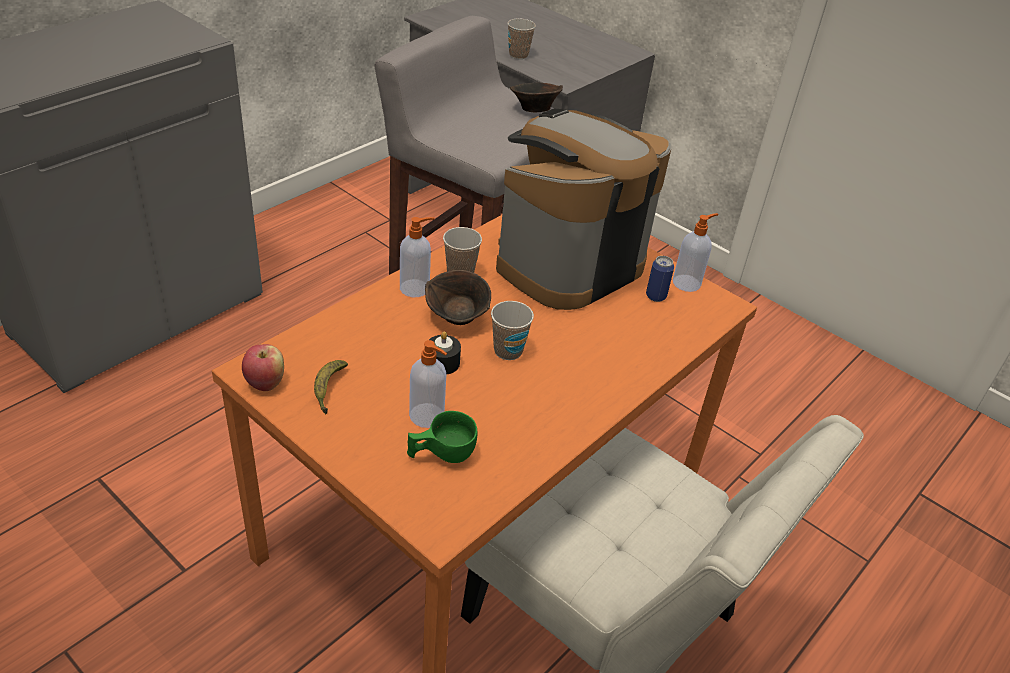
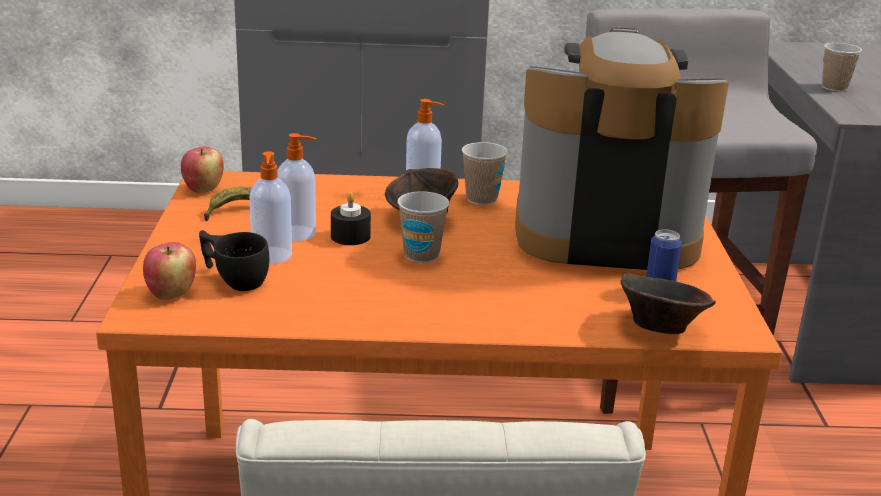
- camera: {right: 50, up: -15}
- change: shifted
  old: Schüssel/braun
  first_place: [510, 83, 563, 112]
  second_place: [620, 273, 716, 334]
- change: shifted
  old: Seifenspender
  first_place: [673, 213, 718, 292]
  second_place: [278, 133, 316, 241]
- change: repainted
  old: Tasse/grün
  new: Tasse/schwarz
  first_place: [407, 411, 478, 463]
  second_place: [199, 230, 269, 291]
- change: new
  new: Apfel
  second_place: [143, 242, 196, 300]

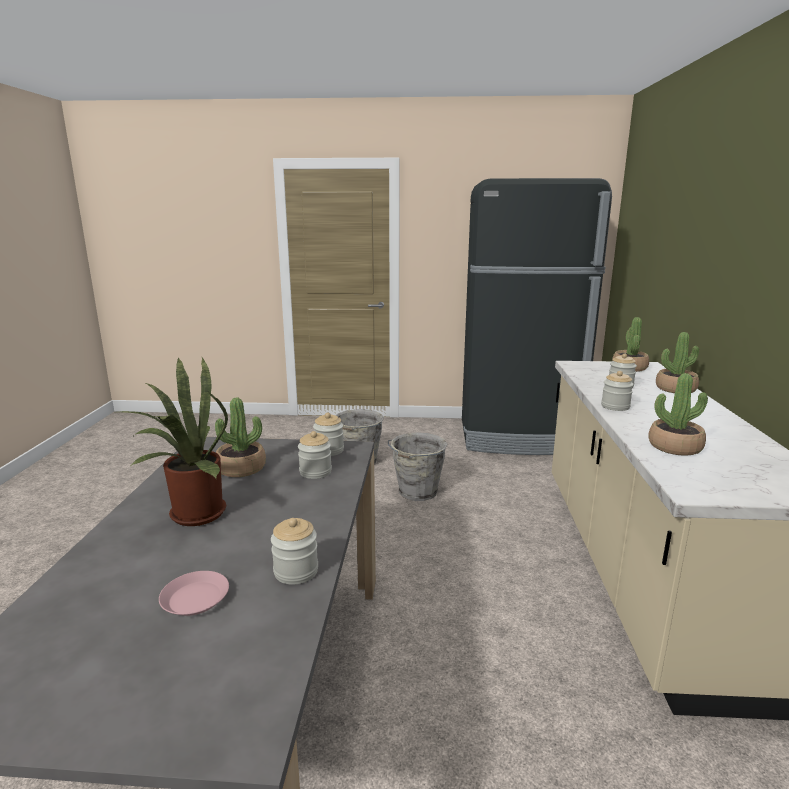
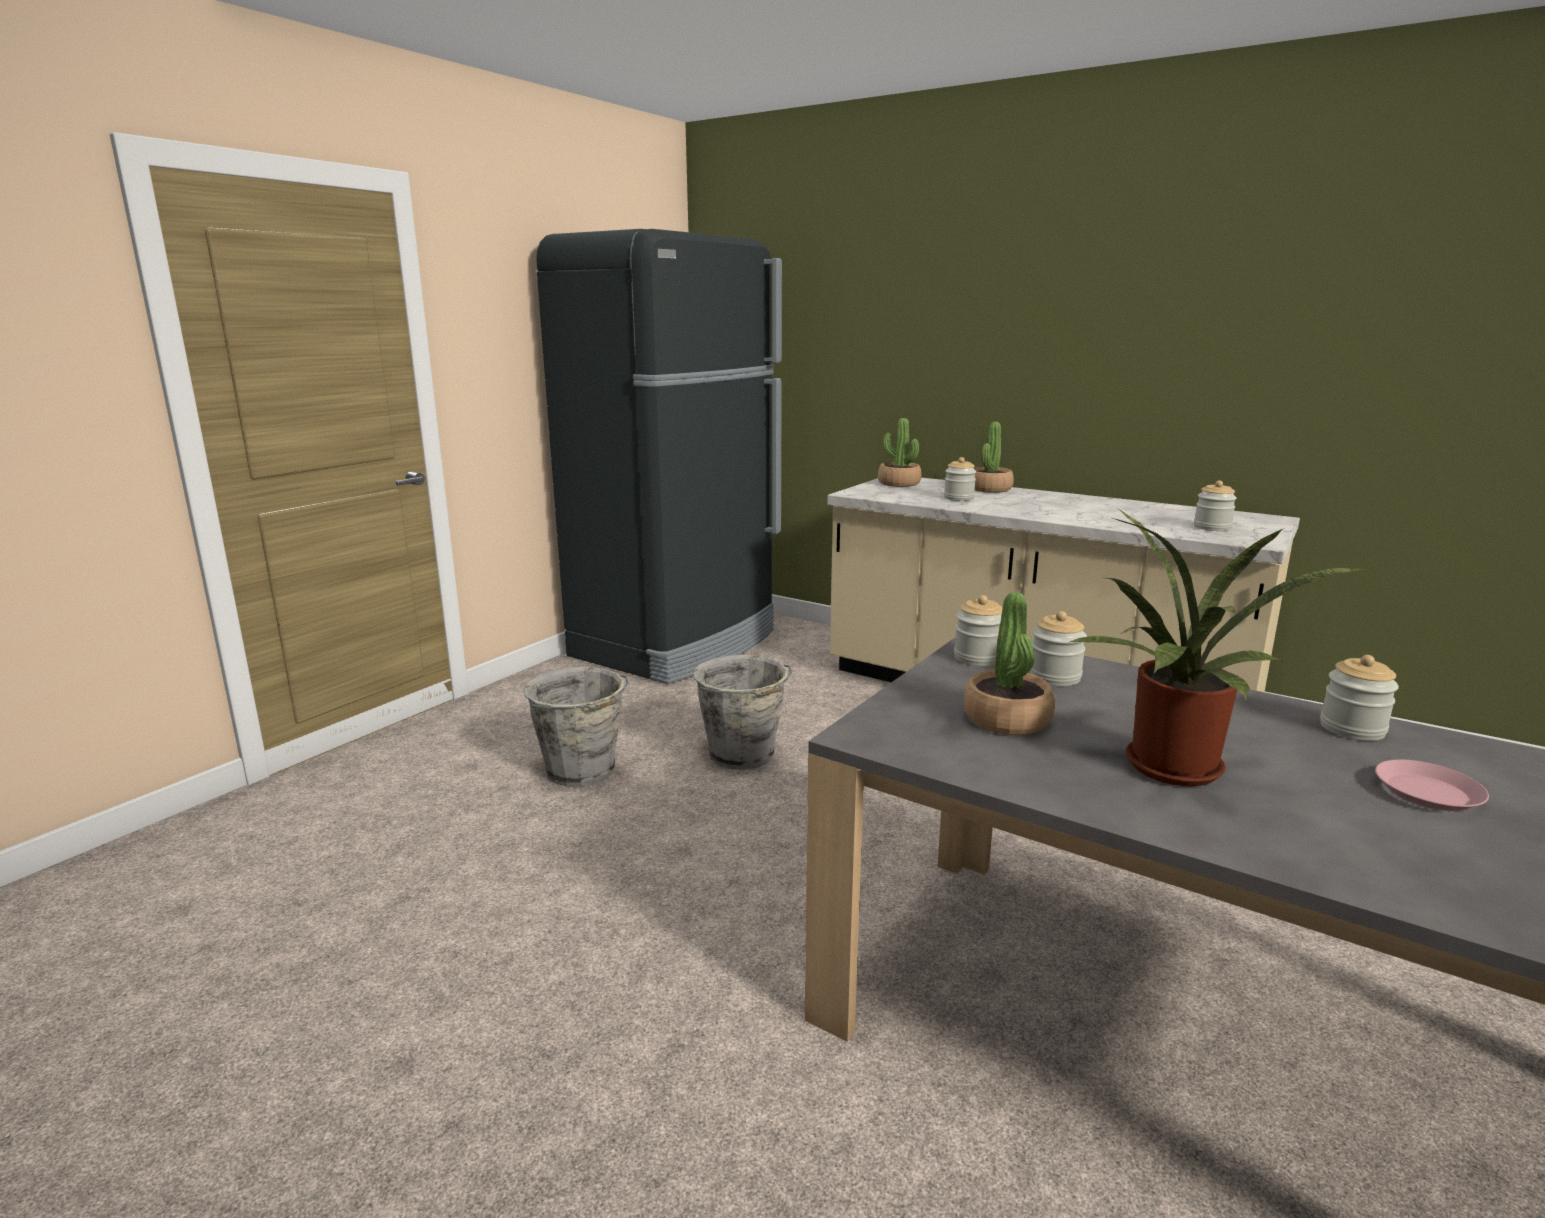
- camera: {right: -60, up: 0}
- change: shifted
  old: Vorratsglas
  first_place: [601, 371, 634, 411]
  second_place: [1194, 480, 1237, 531]
- change: gone
  old: Topfpflanze
  first_place: [648, 373, 708, 456]

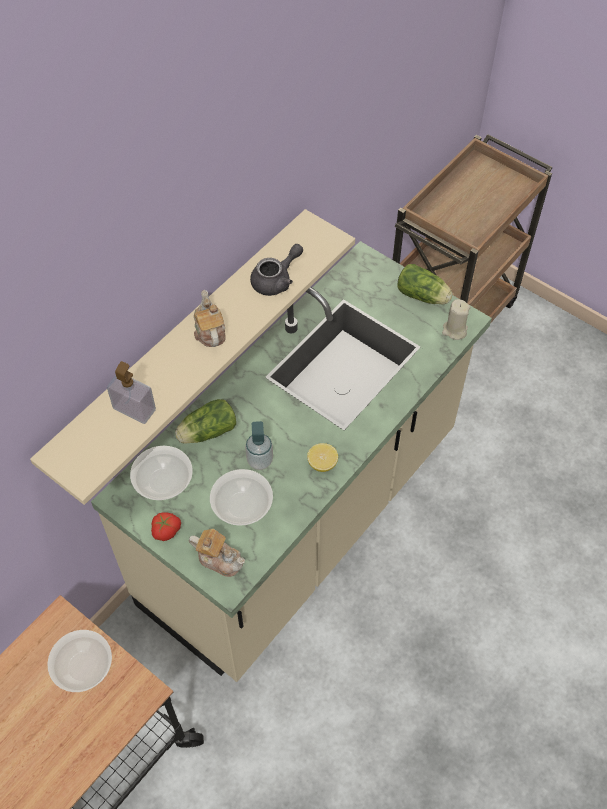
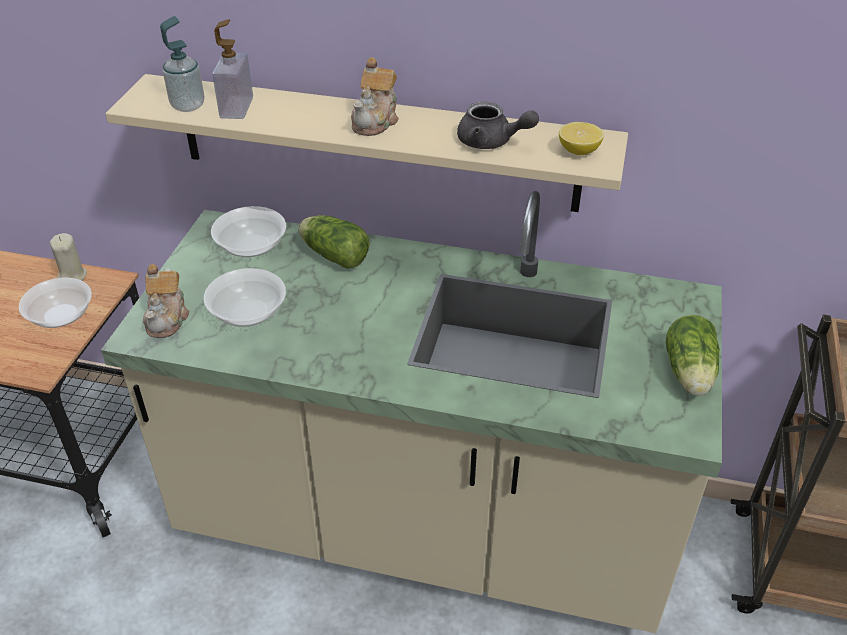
- camera: {right: 65, up: -15}
- change: rotated
  old: Teekanne
  first_place: [194, 290, 226, 347]
  second_place: [351, 58, 399, 136]
  degrees: 150
- change: shifted
  old: Kerze/beige
  first_place: [442, 299, 470, 340]
  second_place: [50, 233, 87, 281]
- change: shifted
  old: Seifenspender
  first_place: [245, 421, 273, 470]
  second_place: [160, 16, 204, 112]
- change: shifted
  old: Zitrone
  first_place: [307, 443, 338, 472]
  second_place: [559, 122, 604, 155]
- change: gone
  old: Tomate
  first_place: [151, 512, 181, 541]

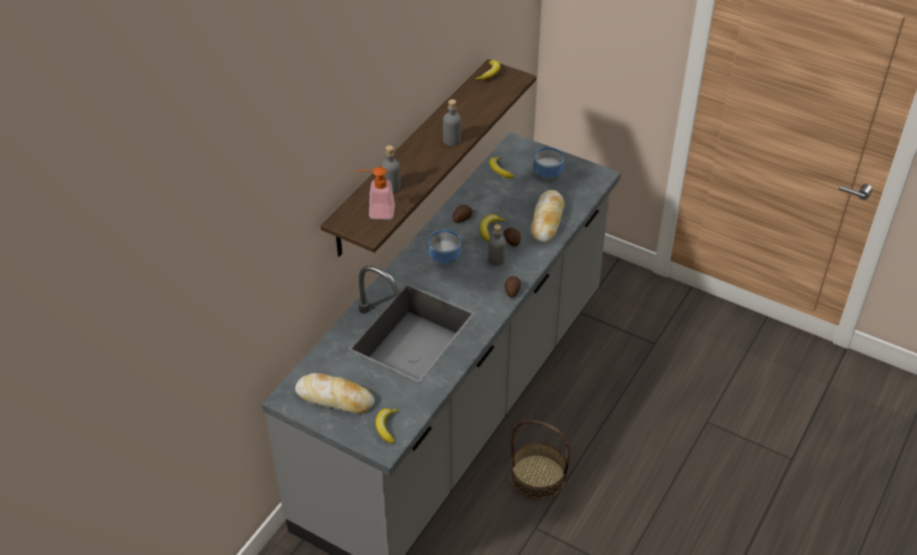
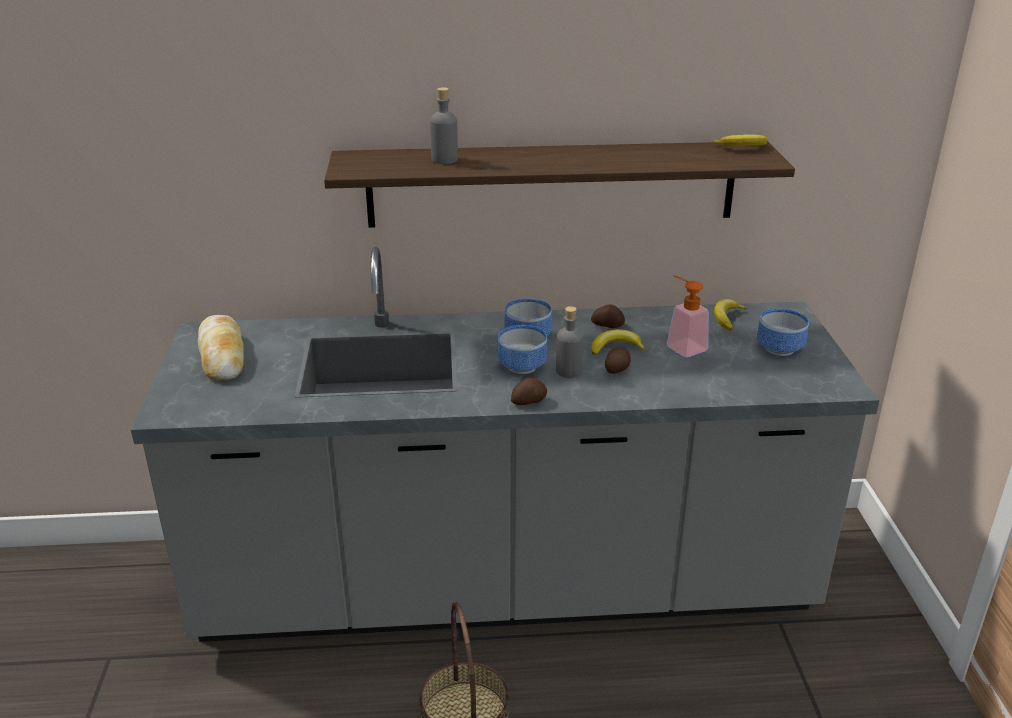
- camera: {right: 55, up: -15}
- change: gone
  old: Flasche/grau
  first_place: [443, 99, 461, 146]
- change: shifted
  old: Seifenspender
  first_place: [356, 167, 395, 220]
  second_place: [667, 275, 709, 357]
- change: gone
  old: Brot
  first_place: [531, 190, 565, 242]
- change: gone
  old: Banane
  first_place: [375, 408, 399, 444]
- change: new
  new: Schüssel
  second_place: [497, 325, 547, 374]

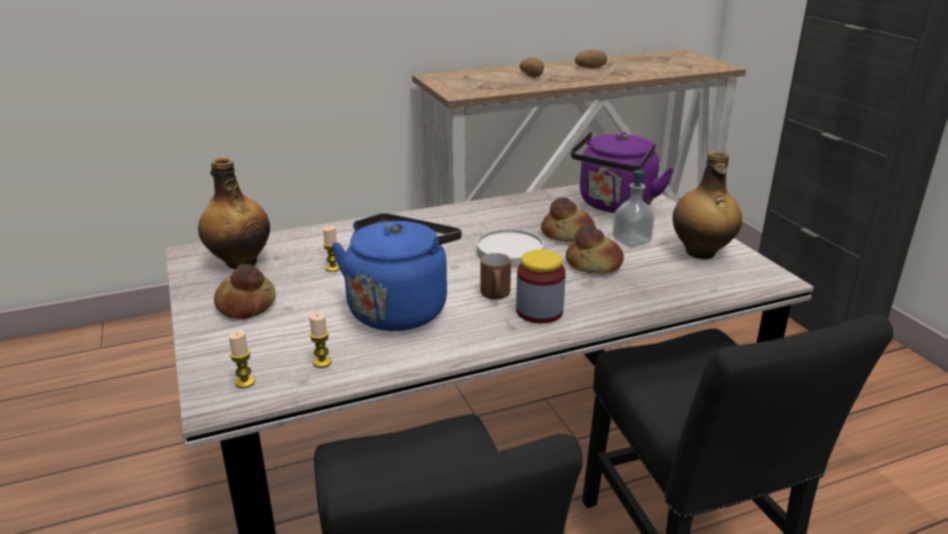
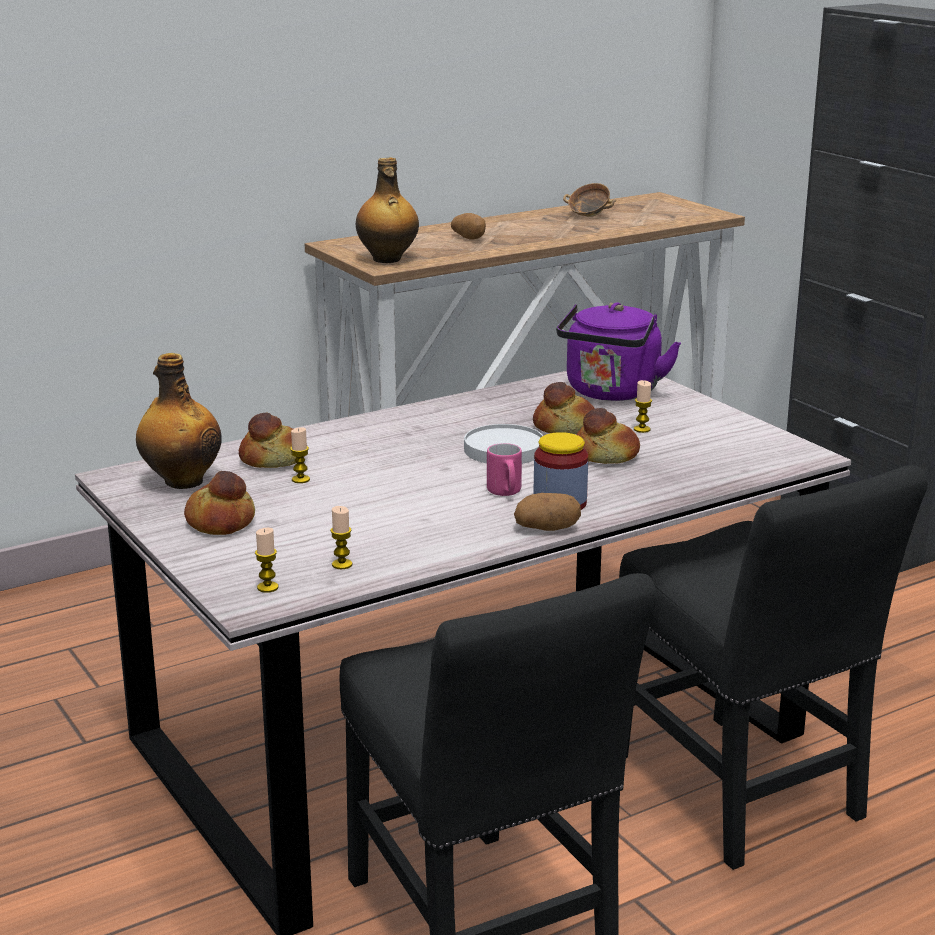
- camera: {right: -10, up: -5}
- change: shifted
  old: Kartoffel
  first_place: [575, 50, 607, 69]
  second_place: [514, 493, 581, 531]
- change: shifted
  old: Flasche
  first_place: [673, 151, 742, 259]
  second_place: [356, 158, 419, 263]
- change: swapped
  old: Seifenspender
  new: Kerze
  first_place: [613, 170, 655, 248]
  second_place: [634, 380, 652, 433]
- change: gone
  old: Wasserkessel/blau
  first_place: [332, 213, 462, 331]
- change: repainted
  old: Henkelbecher/braun
  new: Henkelbecher/rosa
  first_place: [480, 253, 511, 300]
  second_place: [487, 443, 522, 496]
- change: new
  new: Schüssel
  second_place: [563, 183, 616, 217]
- change: new
  new: Brot
  second_place: [239, 413, 305, 468]

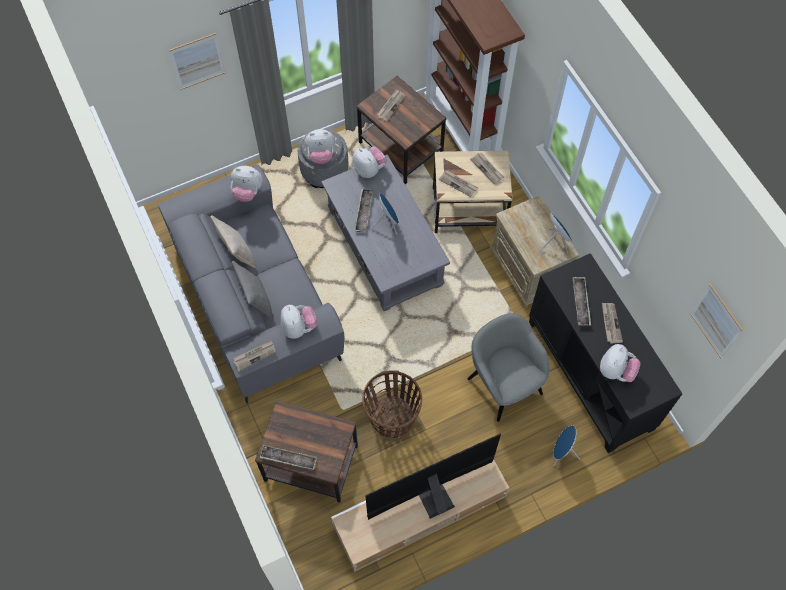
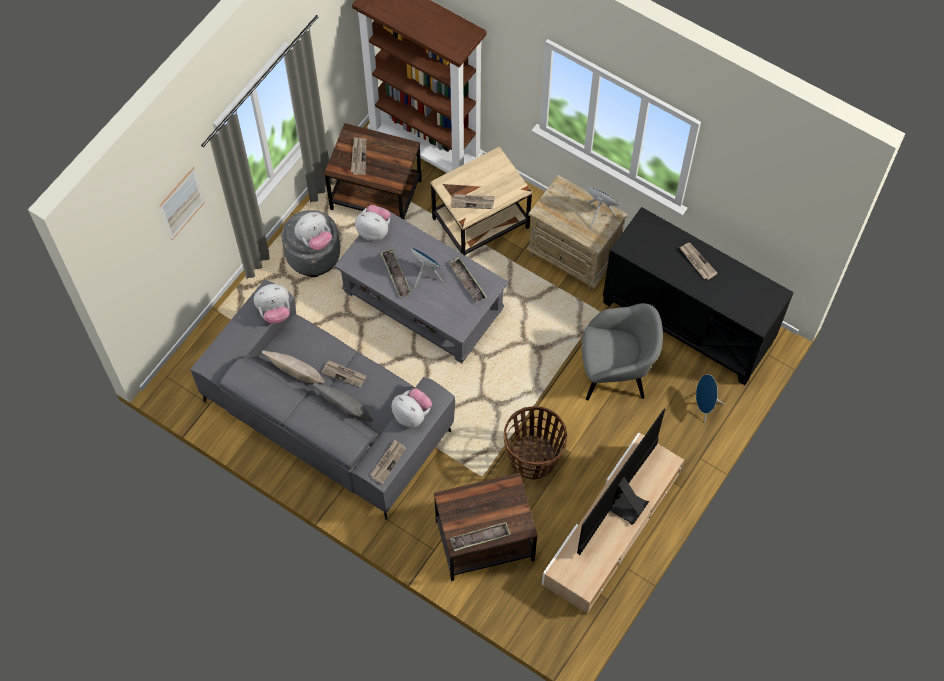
- camera: {right: -30, up: 0}
- change: shifted
  old: Zeitung
  first_place: [470, 153, 504, 184]
  second_place: [321, 361, 367, 388]
- change: shifted
  old: Tablett
  first_place: [572, 277, 591, 325]
  second_place: [448, 257, 487, 303]
- change: gone
  old: Bild
  first_place: [690, 284, 743, 359]
- change: rotated
  old: Sessel/grau
  first_place: [467, 313, 549, 422]
  second_place: [582, 303, 663, 400]
  degrees: 150
- change: gone
  old: Plüschtier
  first_place: [600, 344, 641, 382]

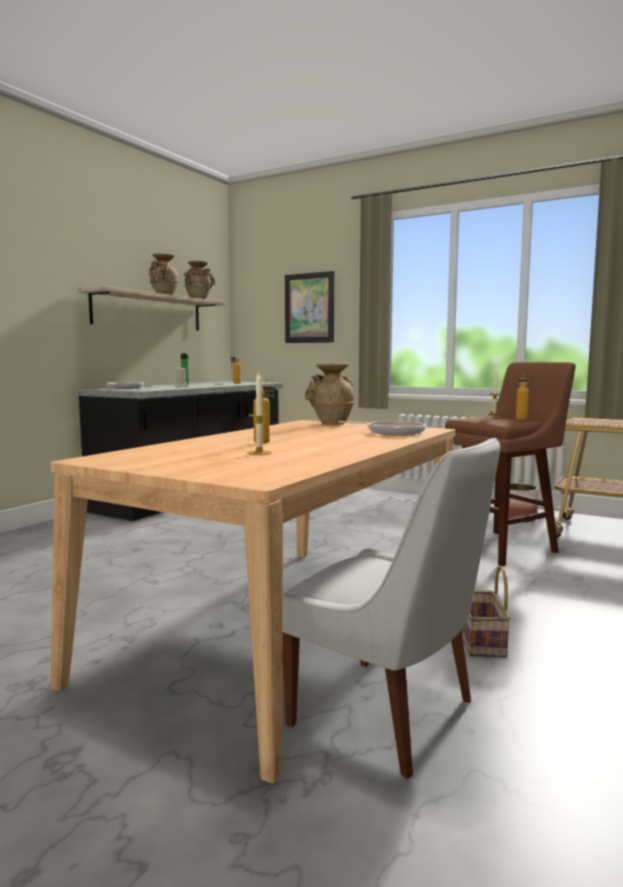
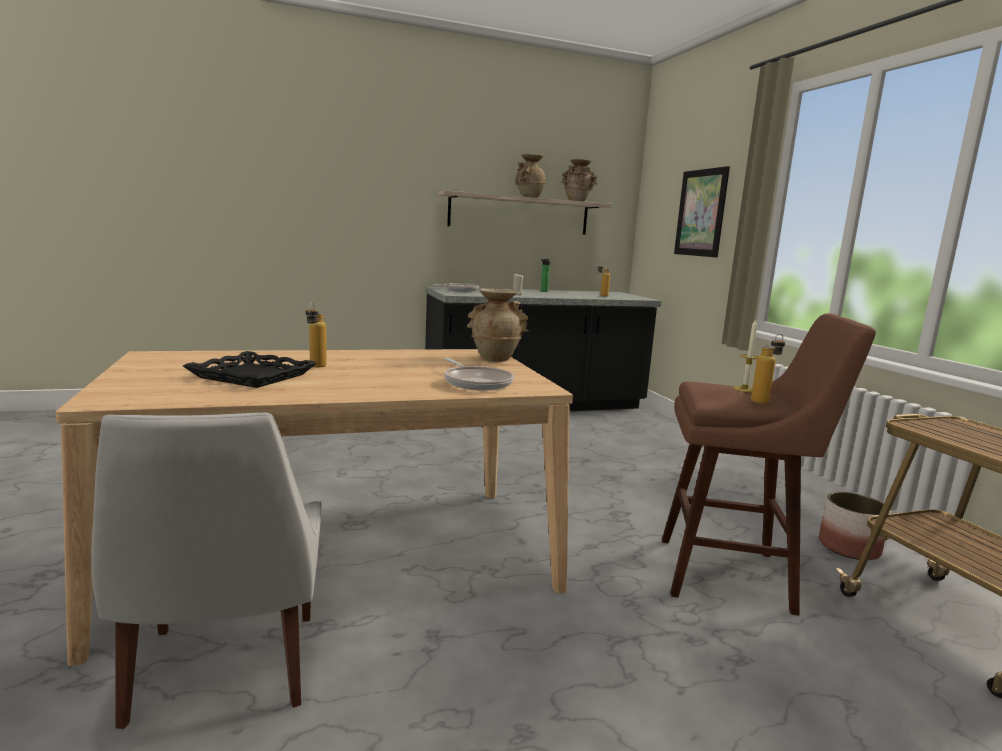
- camera: {right: 40, up: 5}
- change: swapped
  old: Kerze
  new: Tablett/schwarz
  first_place: [247, 371, 272, 455]
  second_place: [183, 351, 317, 388]
- change: gone
  old: Korb
  first_place: [462, 566, 510, 657]

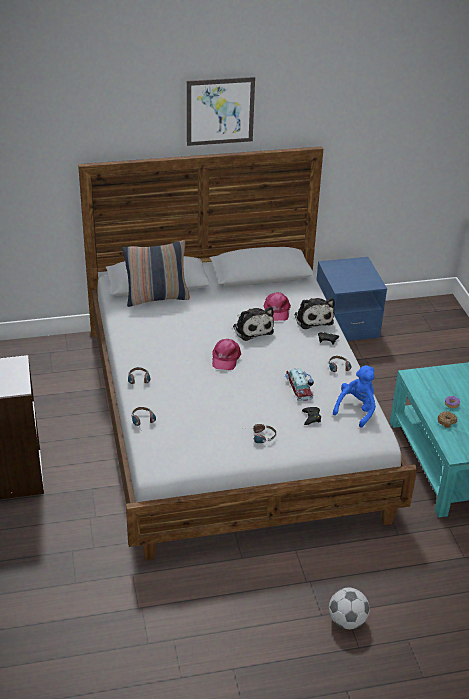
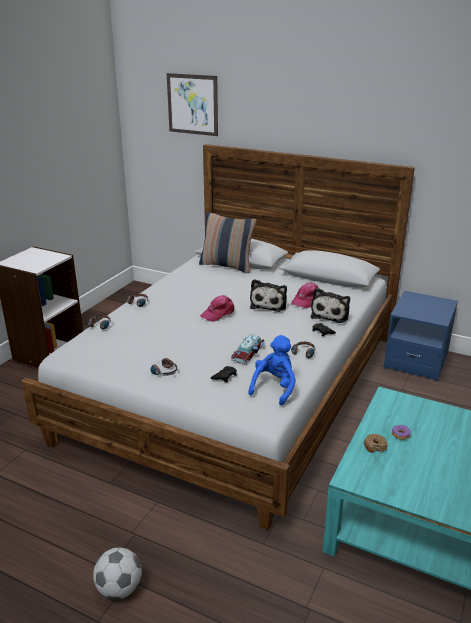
- camera: {right: 40, up: -10}
- change: shifted
  old: Bild
  first_place: [187, 77, 255, 146]
  second_place: [167, 73, 218, 136]
- change: rotated
  old: Plüschtier/blau
  first_place: [333, 365, 376, 428]
  second_place: [248, 335, 296, 406]
  degrees: -45

